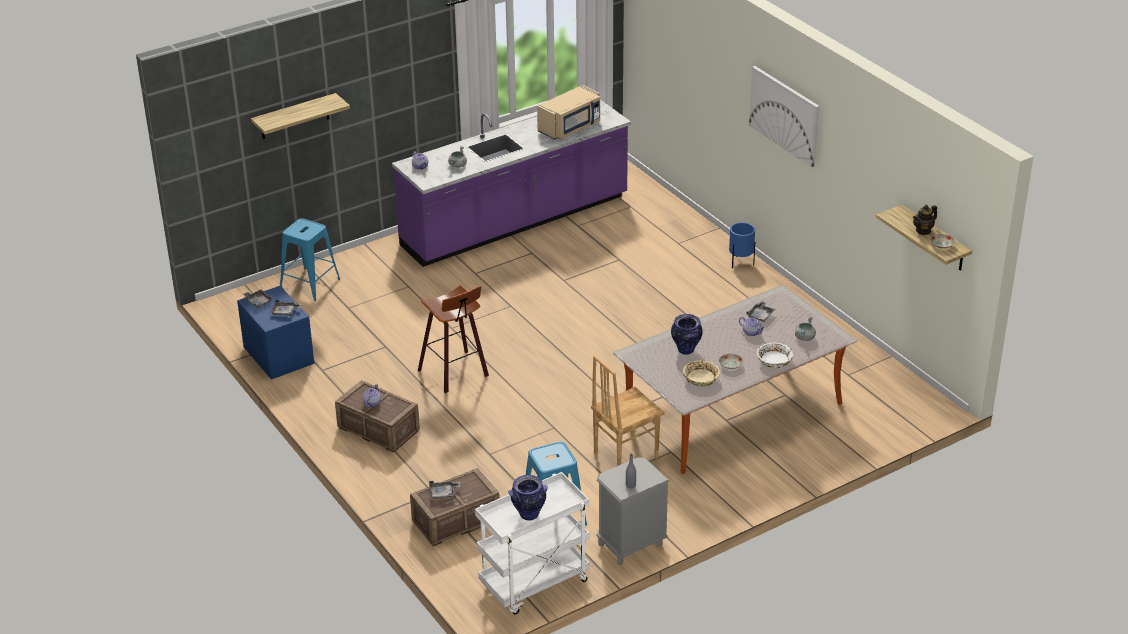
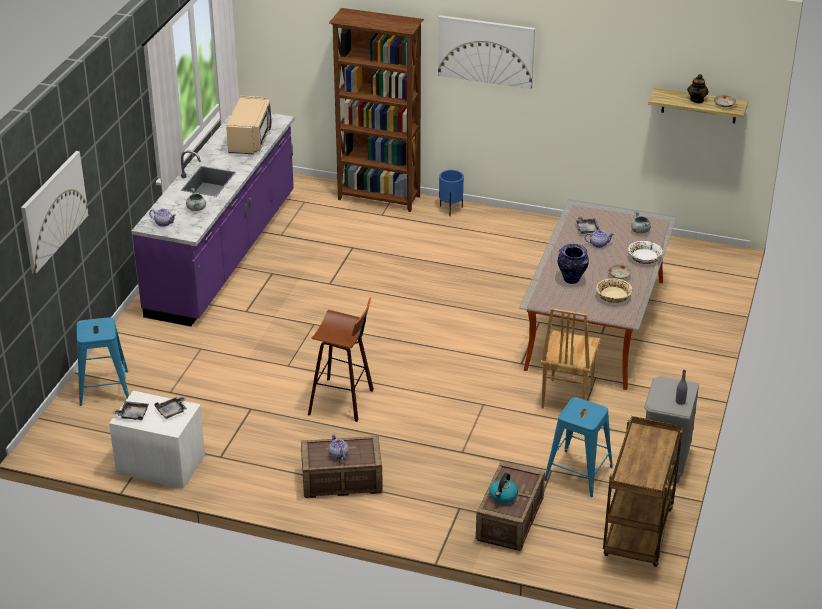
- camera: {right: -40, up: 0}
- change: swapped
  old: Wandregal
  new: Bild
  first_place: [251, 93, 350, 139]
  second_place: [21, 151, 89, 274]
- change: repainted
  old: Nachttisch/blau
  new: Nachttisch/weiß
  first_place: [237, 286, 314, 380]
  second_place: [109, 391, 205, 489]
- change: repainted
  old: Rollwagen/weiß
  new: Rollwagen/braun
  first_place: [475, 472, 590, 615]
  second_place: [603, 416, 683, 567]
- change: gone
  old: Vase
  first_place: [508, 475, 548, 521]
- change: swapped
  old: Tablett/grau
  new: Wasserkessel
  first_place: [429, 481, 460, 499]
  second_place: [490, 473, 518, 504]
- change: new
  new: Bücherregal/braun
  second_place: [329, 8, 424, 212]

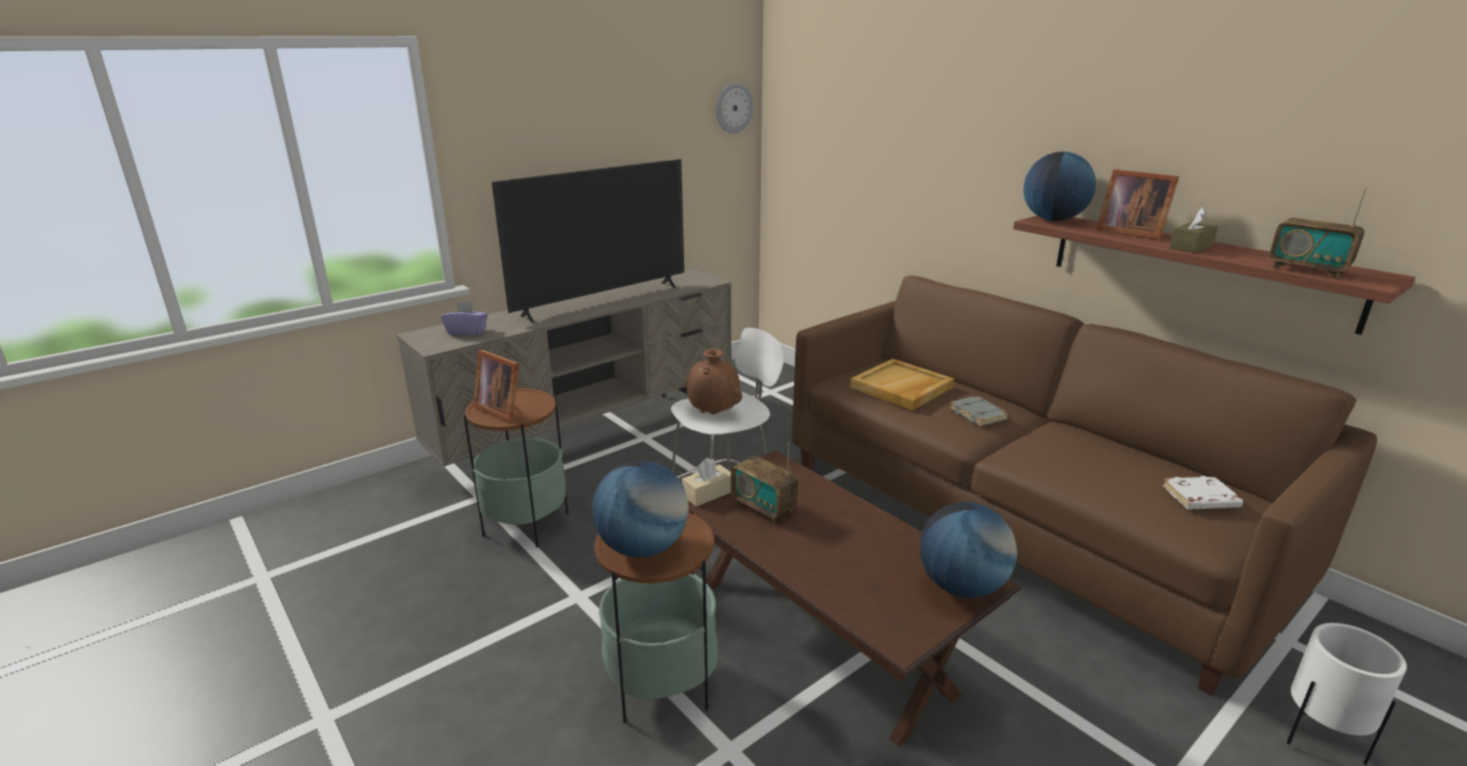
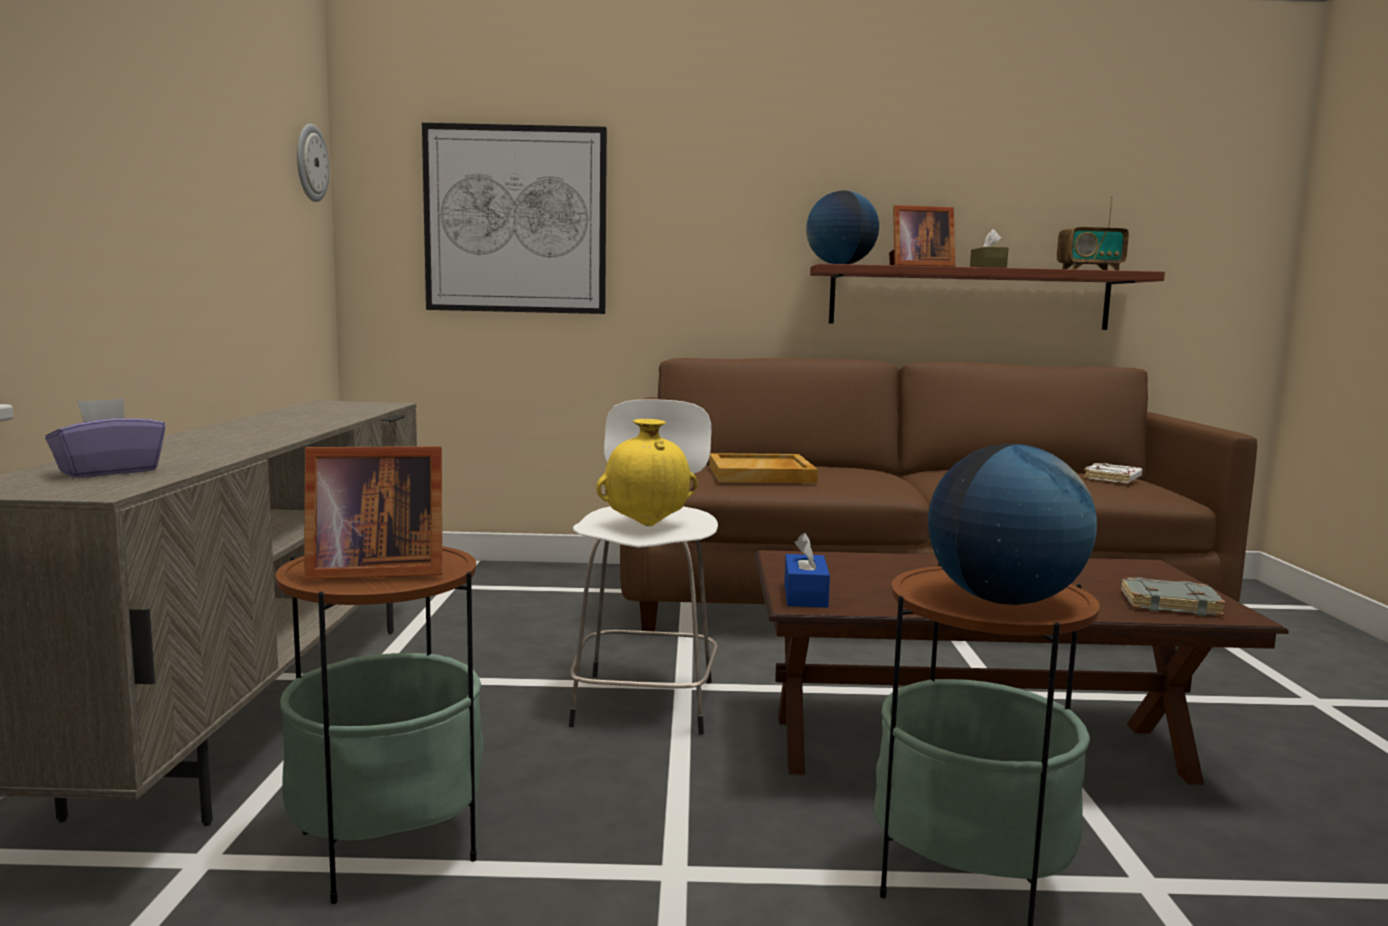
- camera: {right: -50, up: -15}
- change: gone
  old: Fernseher
  first_place: [492, 159, 684, 323]
- change: repainted
  old: Vase/braun
  new: Vase/gelb
  first_place: [685, 349, 742, 415]
  second_place: [596, 419, 698, 526]
- change: shifted
  old: Buch/grau
  first_place: [950, 396, 1009, 426]
  second_place: [1121, 577, 1226, 616]
- change: gone
  old: Radio
  first_place: [731, 443, 799, 524]
- change: repainted
  old: Taschentuchbox/beige
  new: Taschentuchbox/blau
  first_place: [682, 458, 731, 506]
  second_place: [784, 533, 830, 608]
- change: gone
  old: Globus
  first_place: [920, 502, 1017, 598]
- change: gone
  old: Pflanzkübel/weiß
  first_place: [1287, 623, 1407, 765]
- change: new
  new: Bild
  second_place: [422, 123, 607, 314]

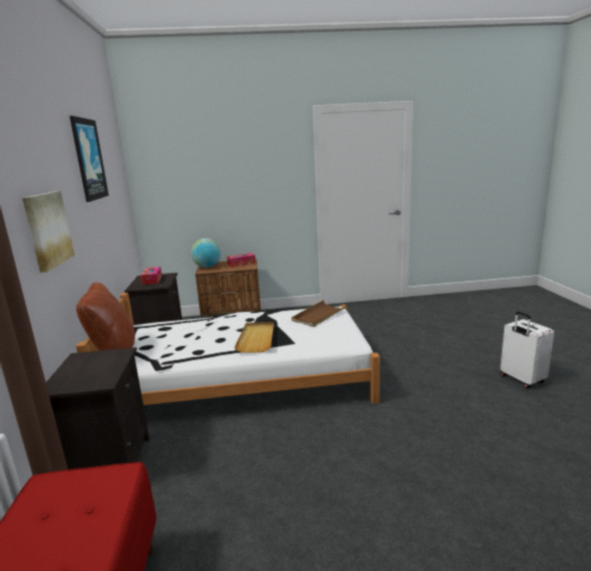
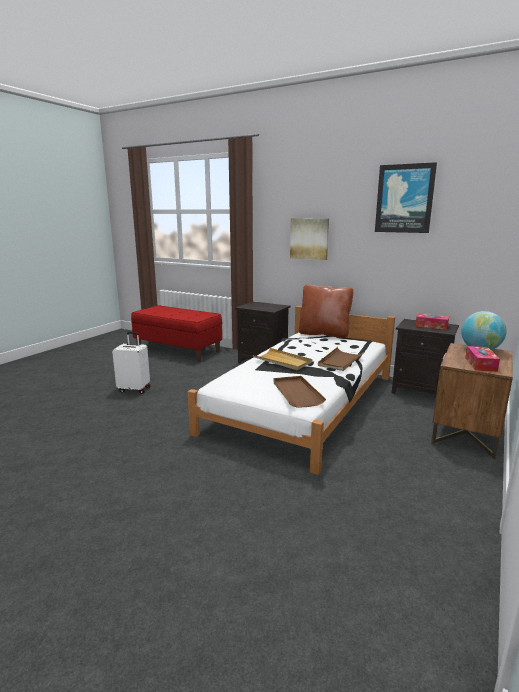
- camera: {right: 125, up: 0}
- change: shifted
  old: Koffer/weiß
  first_place: [500, 311, 554, 388]
  second_place: [112, 332, 150, 394]
- change: new
  new: Tablett/braun
  second_place: [318, 347, 365, 371]

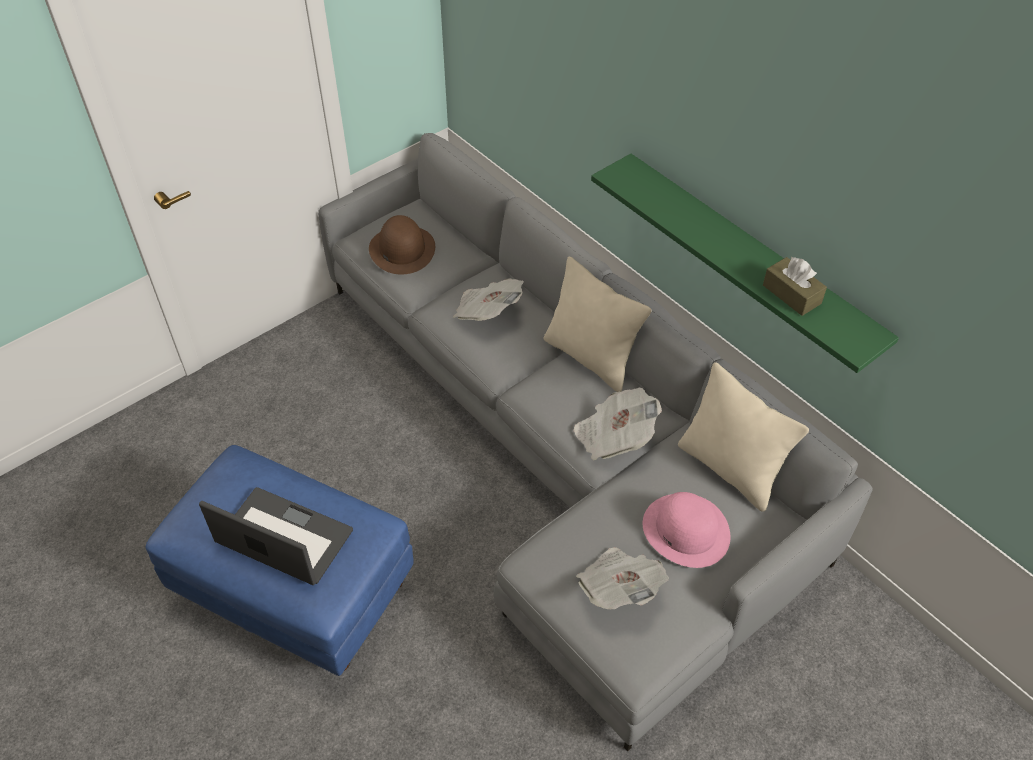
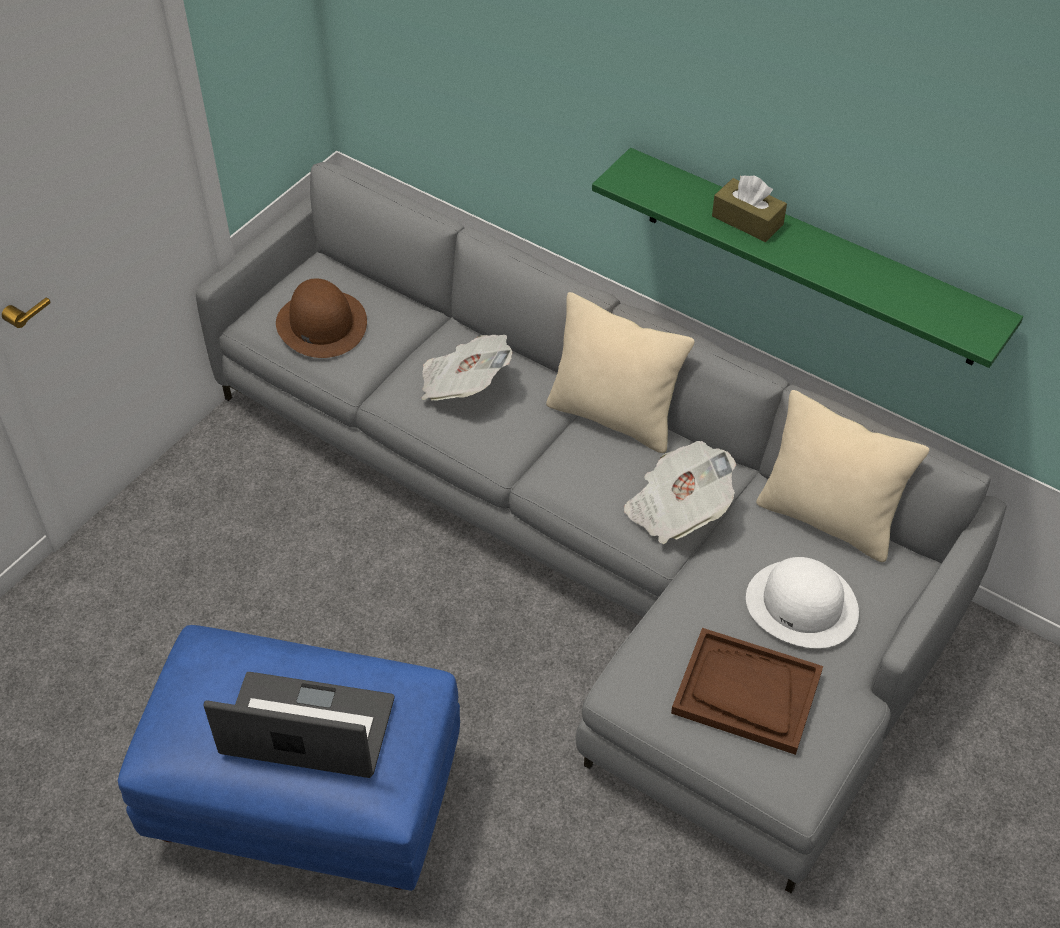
- camera: {right: -15, up: 0}
- change: shifted
  old: Taschentuchbox/braun
  first_place: [763, 257, 827, 316]
  second_place: [712, 175, 787, 242]
- change: repainted
  old: Hut/rosa
  new: Hut/weiß
  first_place: [643, 492, 730, 568]
  second_place: [746, 557, 859, 648]
- change: swapped
  old: Zeitung
  new: Tablett/braun
  first_place: [576, 547, 669, 609]
  second_place: [671, 628, 823, 755]

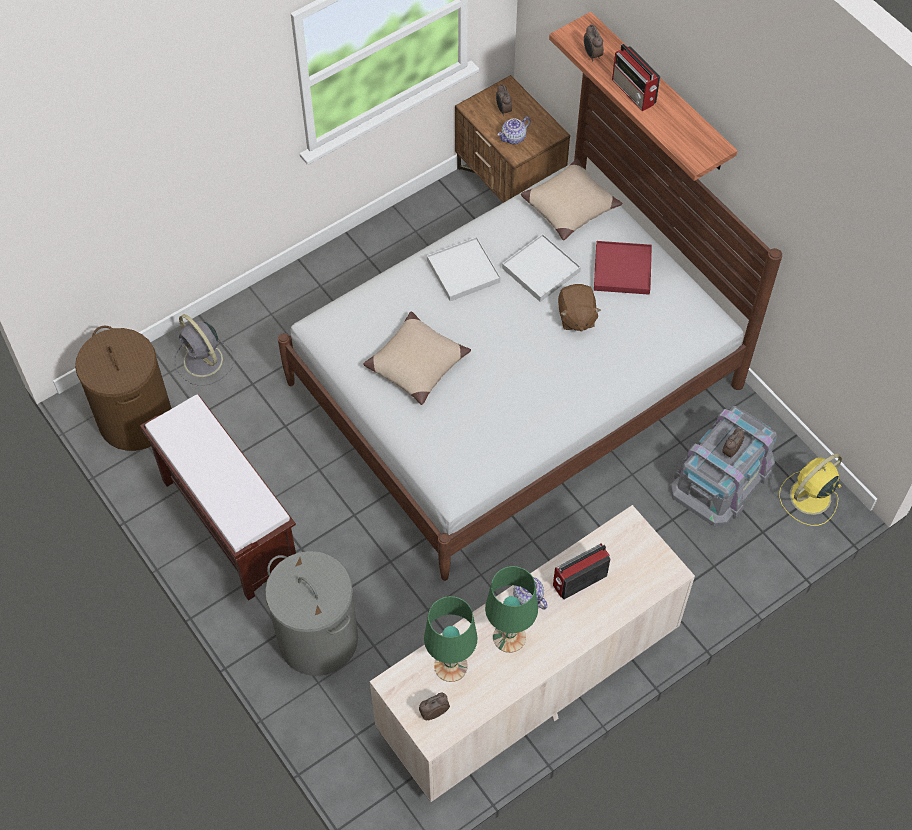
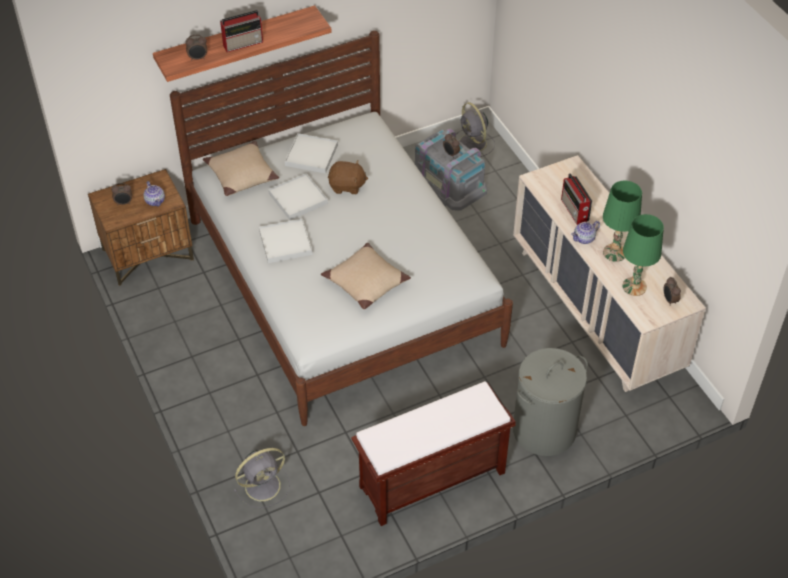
- camera: {right: -80, up: -10}
- change: repainted
  old: Tablett/rot
  new: Tablett/weiß
  first_place: [594, 241, 652, 295]
  second_place: [285, 133, 338, 174]
- change: gone
  old: Wäschekorb/braun
  first_place: [75, 326, 171, 451]
- change: repainted
  old: Ventilator/gelb
  new: Ventilator/grau
  first_place: [779, 454, 842, 526]
  second_place: [456, 102, 495, 157]

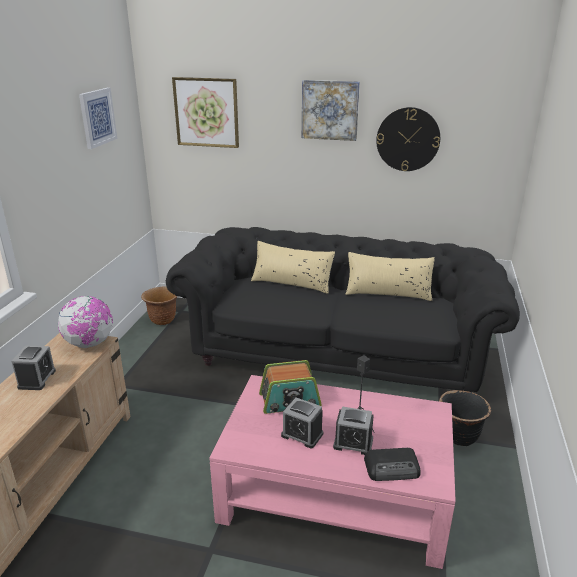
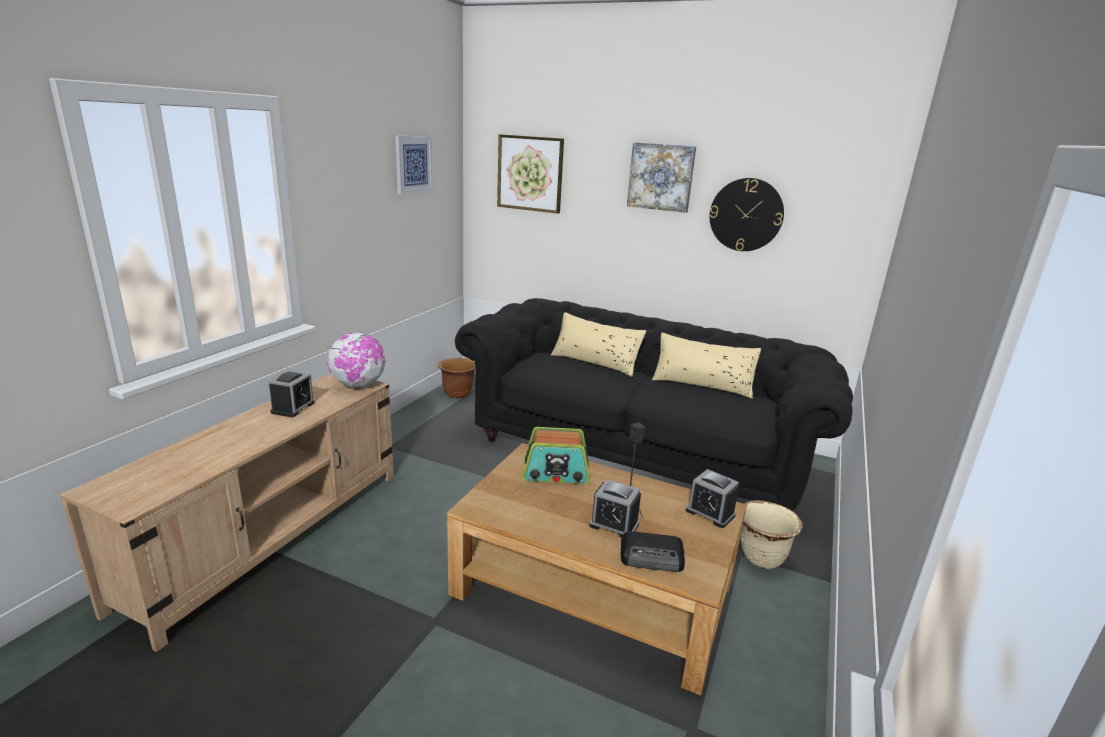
- camera: {right: 10, up: -5}
- change: repainted
  old: Couchtisch/rosa
  new: Couchtisch/braun
  first_place: [209, 375, 456, 569]
  second_place: [447, 443, 747, 695]
- change: repainted
  old: Pflanzkübel/schwarz
  new: Pflanzkübel/beige
  first_place: [439, 390, 491, 446]
  second_place: [741, 500, 803, 569]
- change: shifted
  old: Wecker
  first_place: [281, 398, 323, 448]
  second_place: [686, 469, 739, 528]

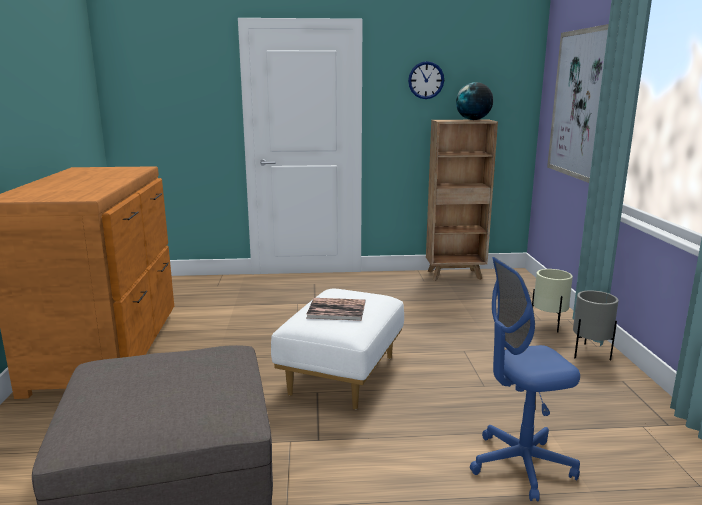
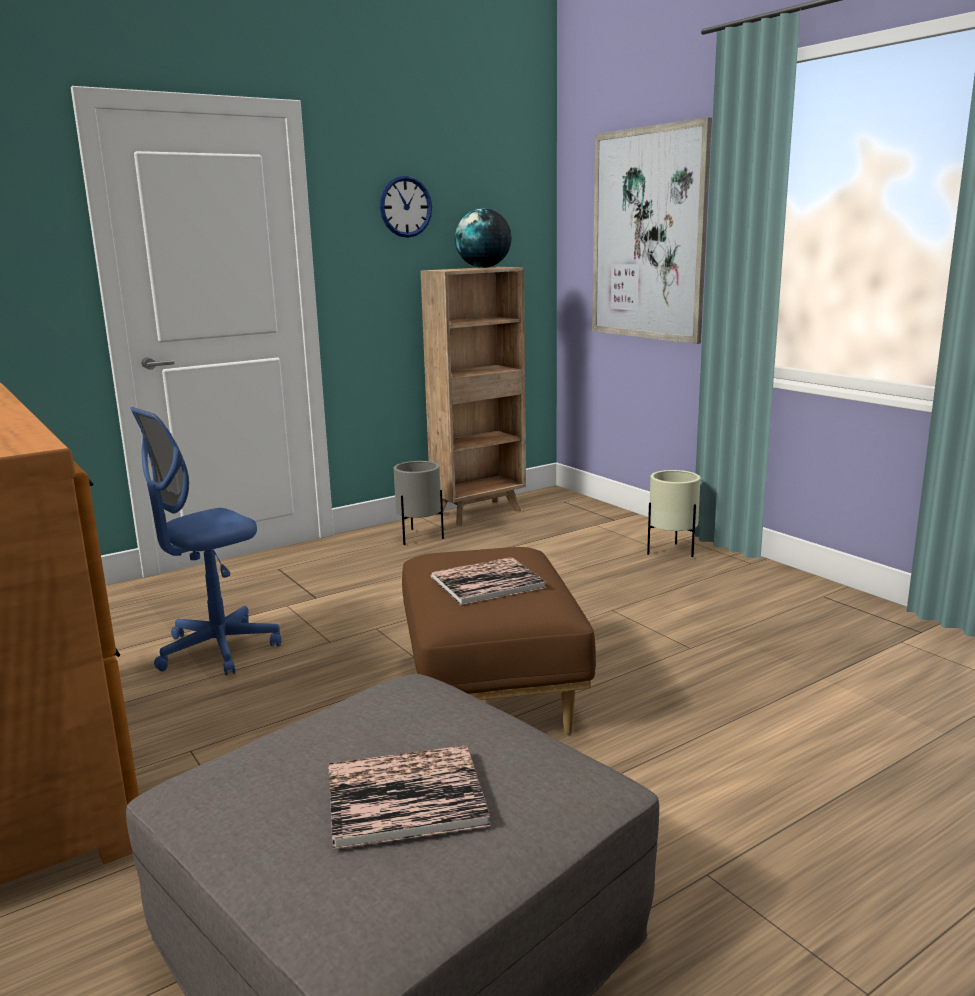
- camera: {right: -30, up: 0}
- change: shifted
  old: Bürostuhl/blau
  first_place: [470, 257, 580, 501]
  second_place: [130, 407, 281, 675]
- change: repainted
  old: Polsterhocker/weiß
  new: Polsterhocker/braun
  first_place: [271, 289, 404, 410]
  second_place: [402, 547, 596, 734]
- change: shifted
  old: Pflanzkübel/grau
  first_place: [573, 290, 619, 360]
  second_place: [394, 461, 444, 545]
- change: new
  new: Buch
  second_place: [328, 745, 490, 850]

